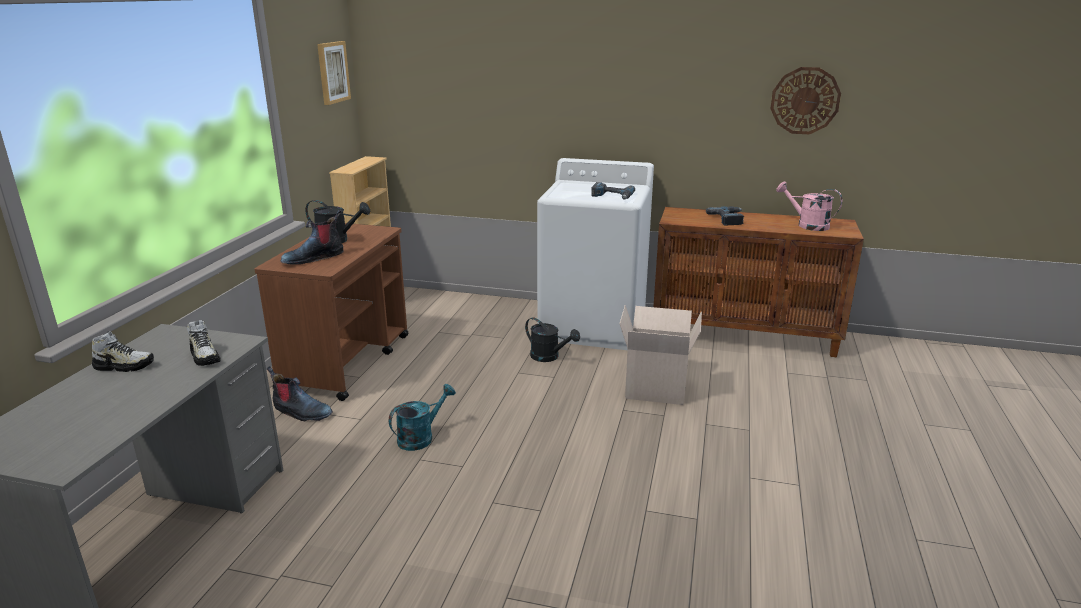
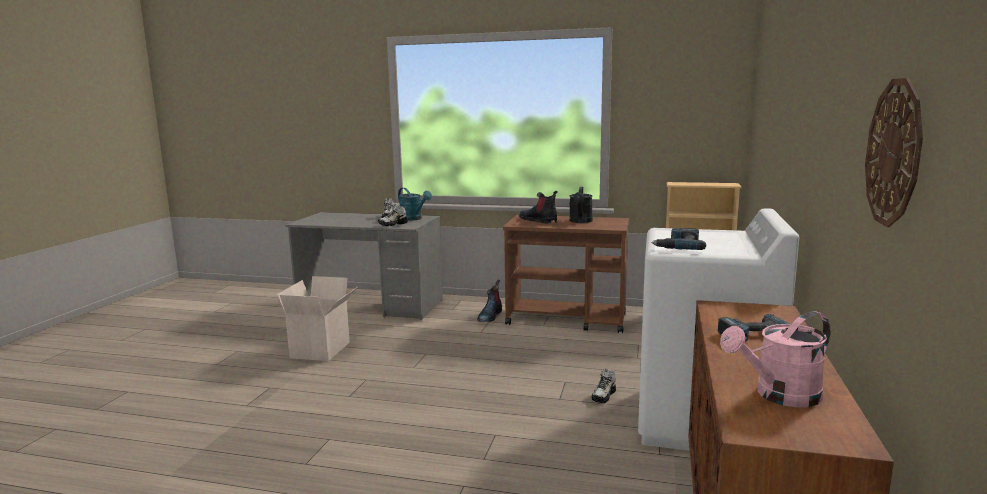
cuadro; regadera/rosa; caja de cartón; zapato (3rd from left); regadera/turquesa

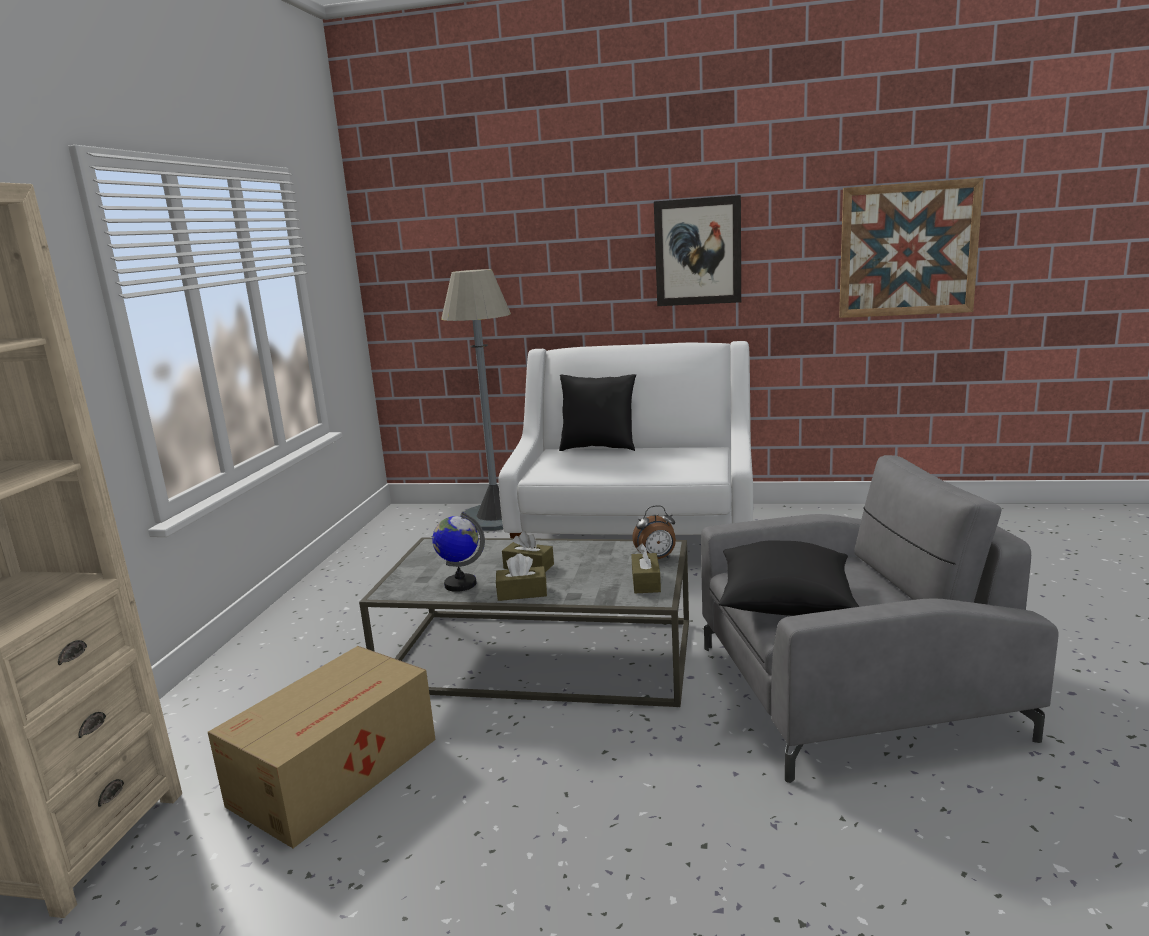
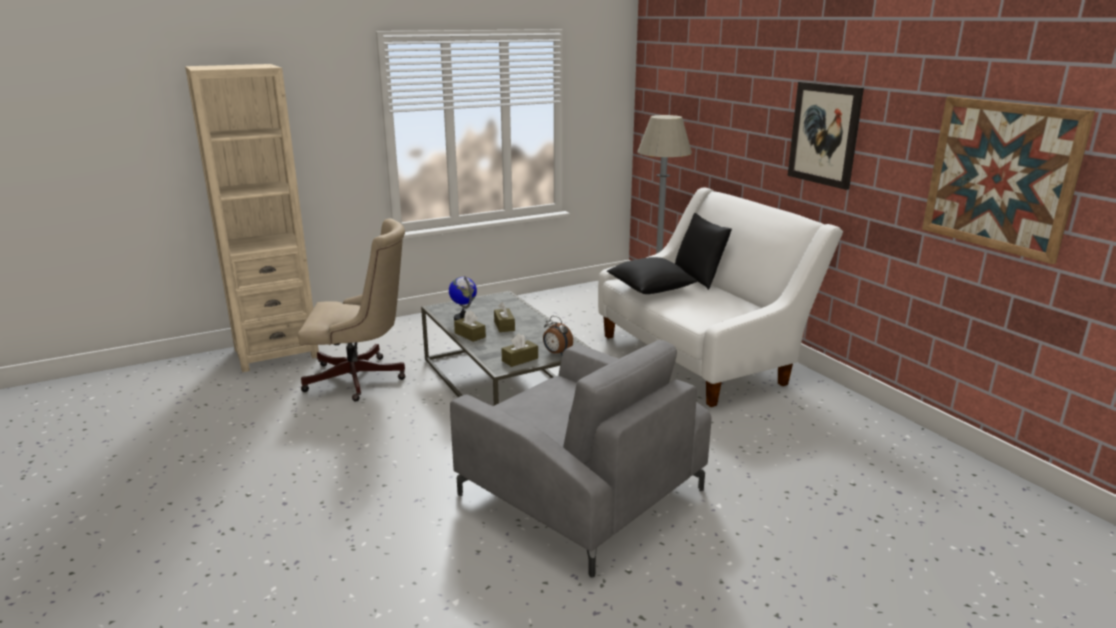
cojín/negro (1st from left); silla de oficina/beis

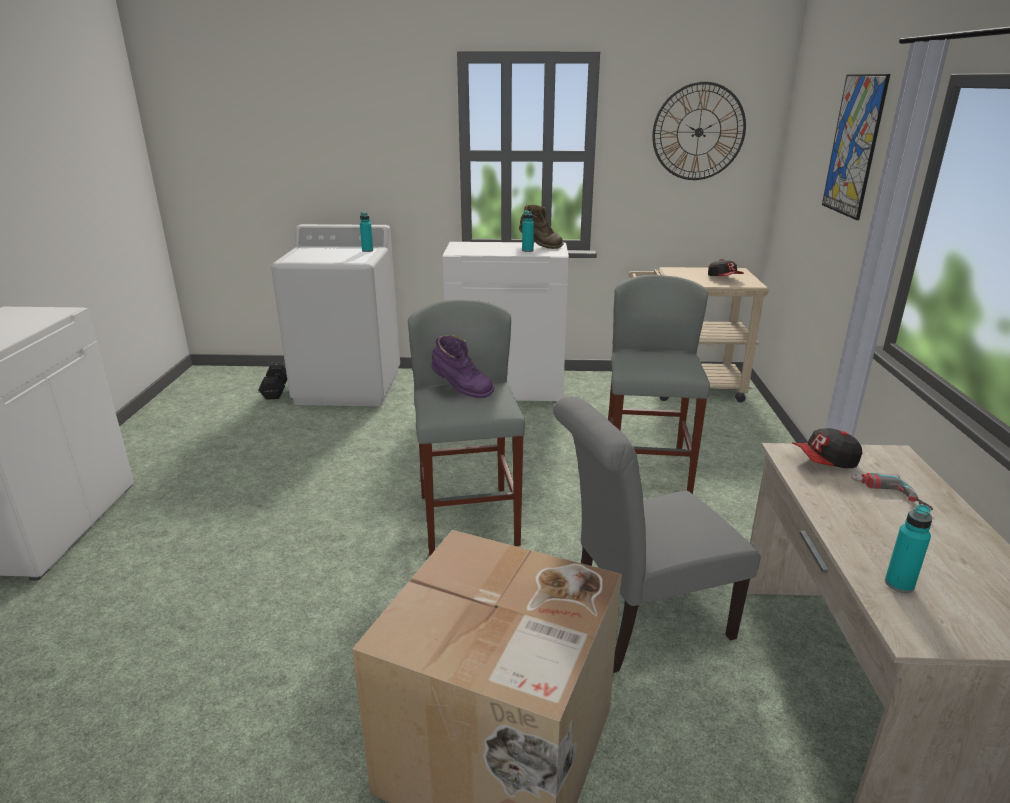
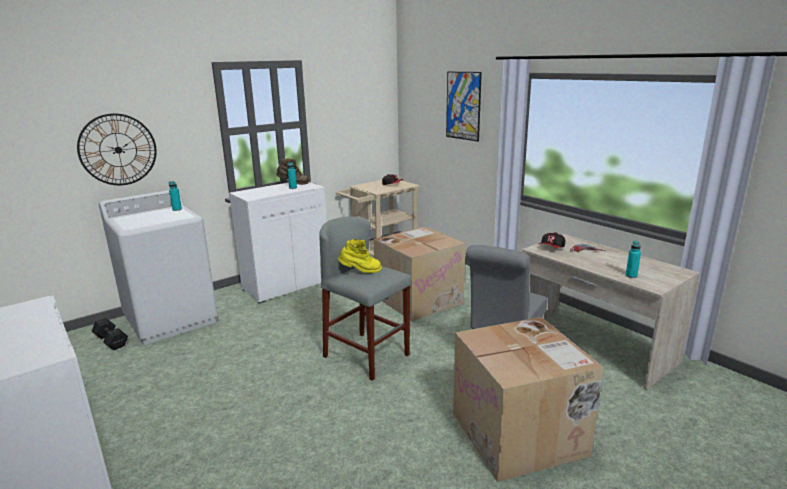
reloj de pared; caja de cartón (1st from left); bota/amarillo

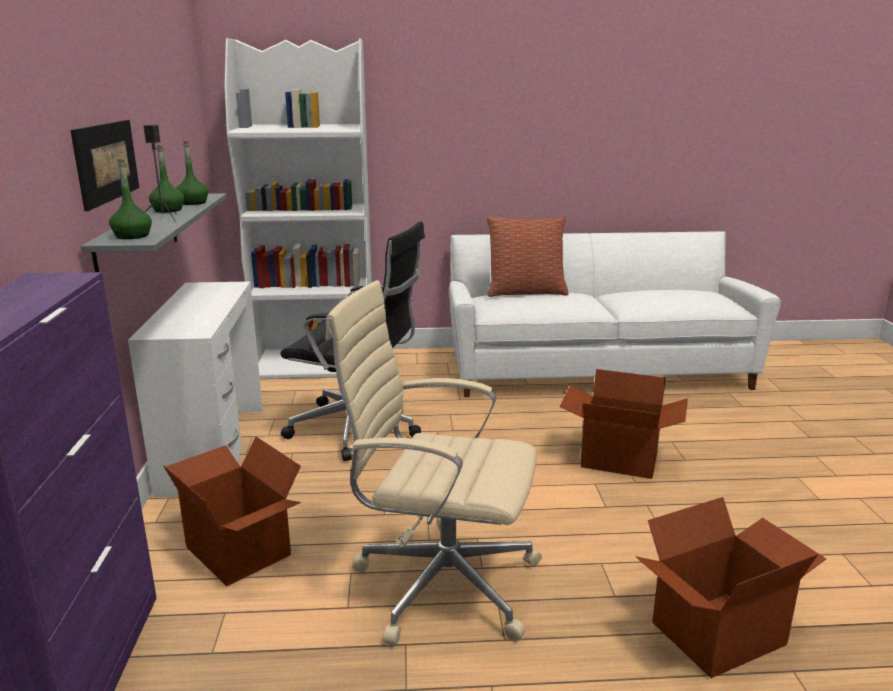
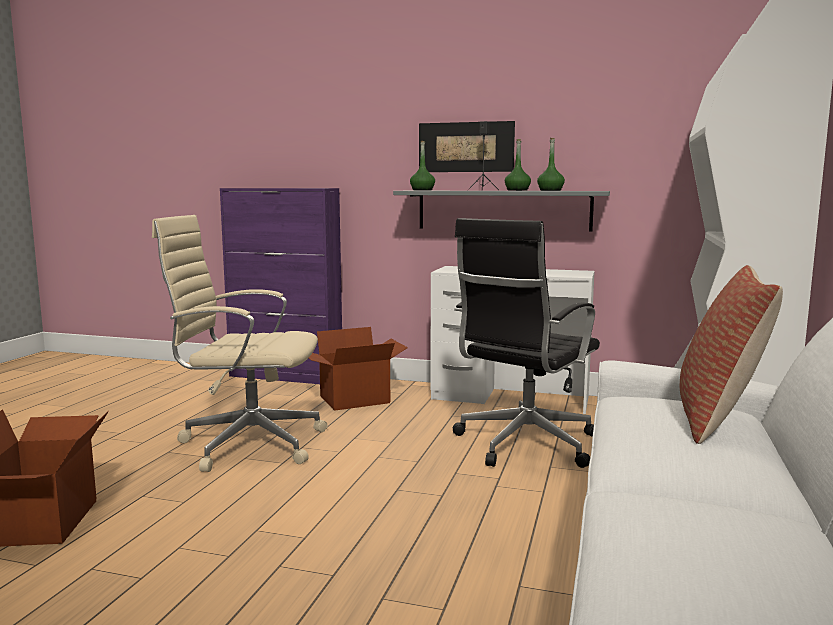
silla de oficina/beis; caja de cartón (2nd from left in the first image)

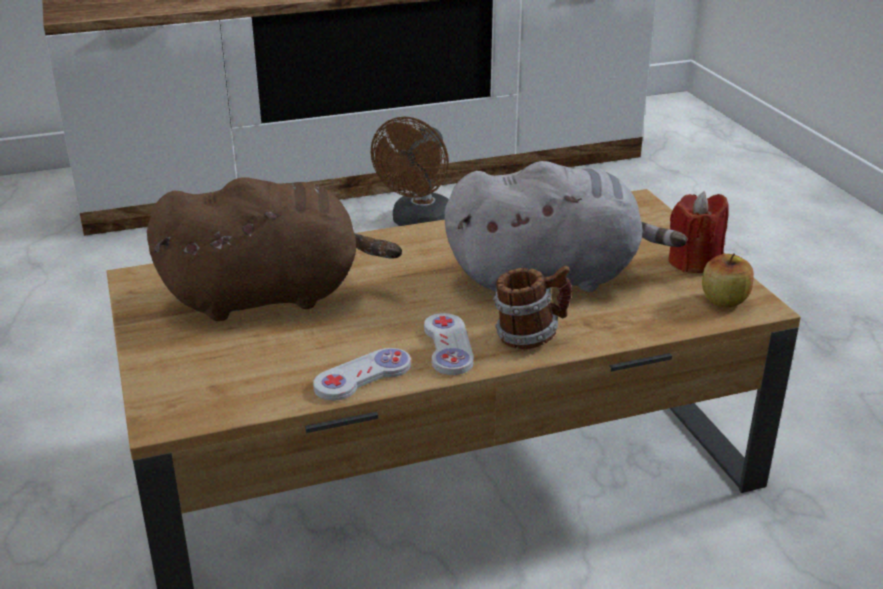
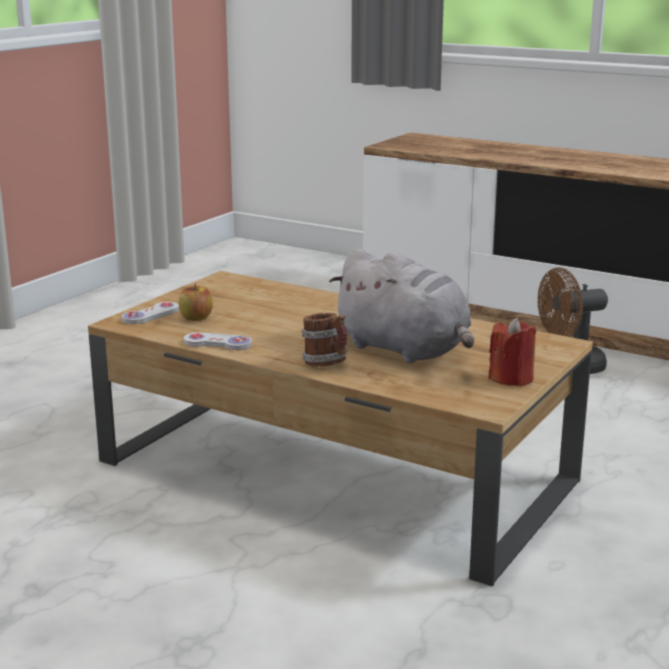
peluche/marrón; manzana; mando de consola/blanco (1st from left)

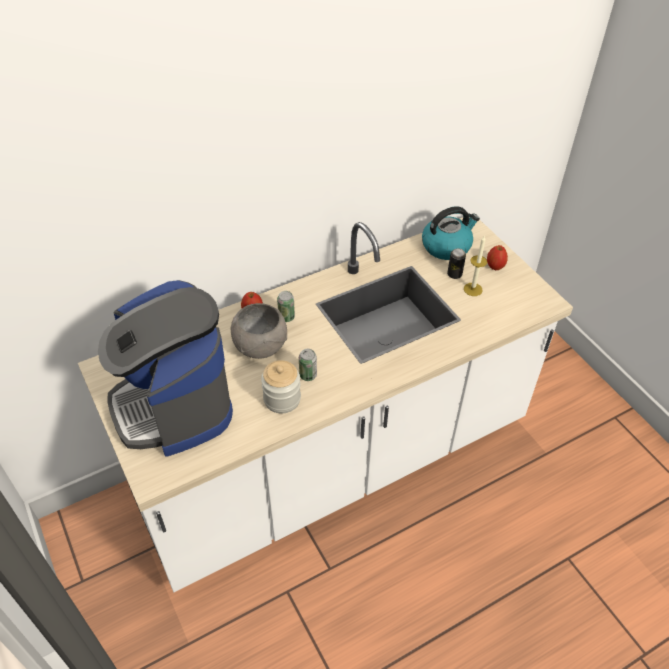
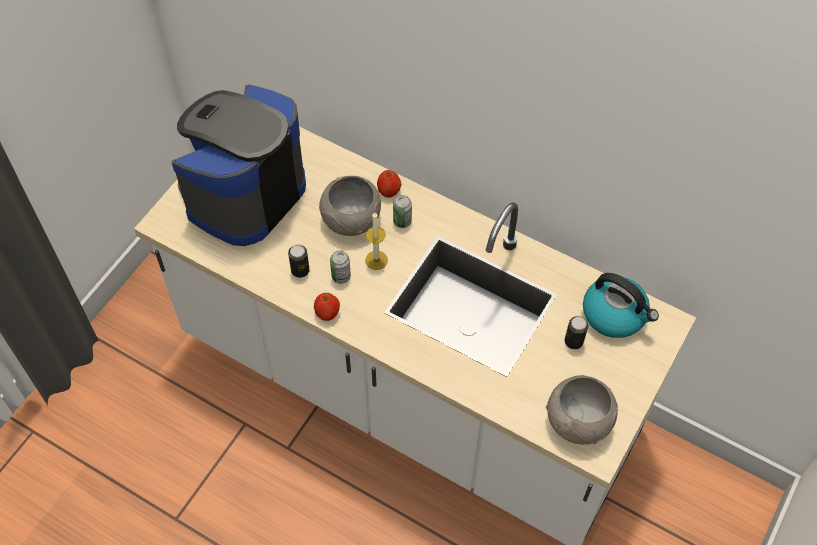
vela; manzana (1st from left); lata (1st from left); cuenco/gris (2nd from left)

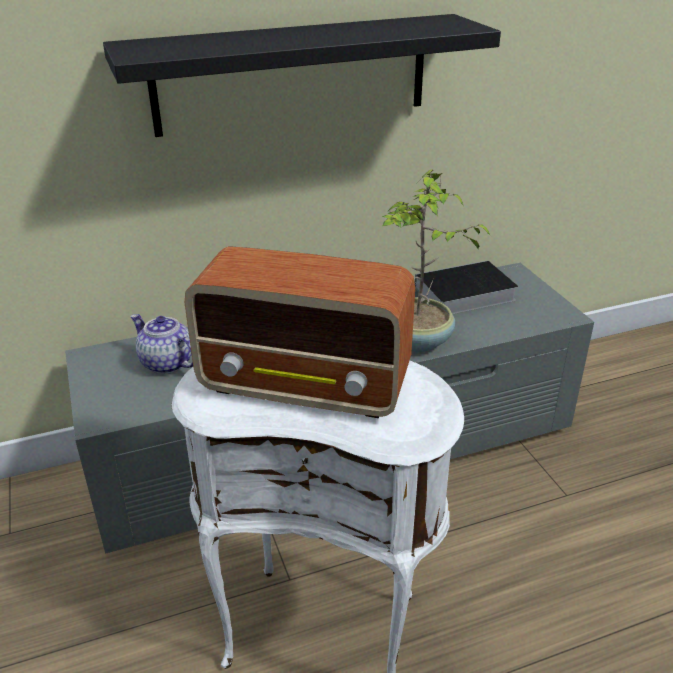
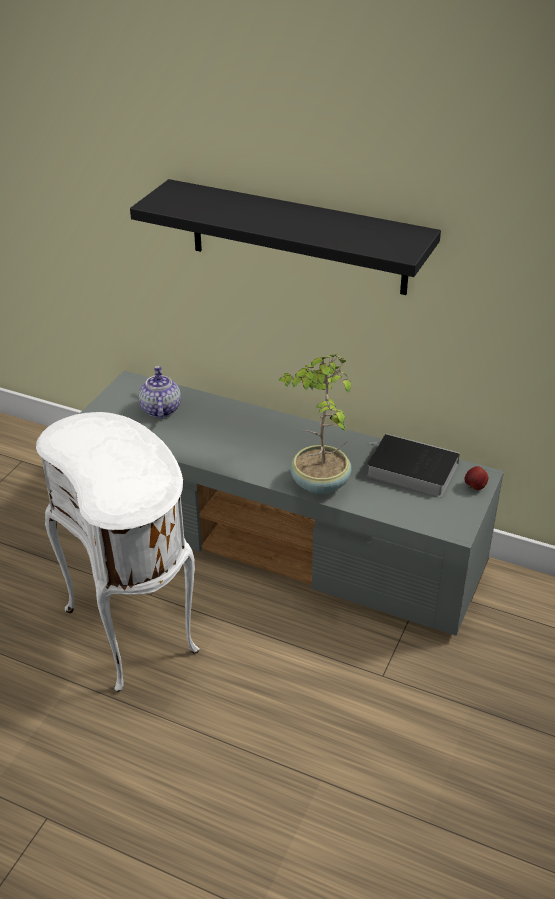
radio; manzana

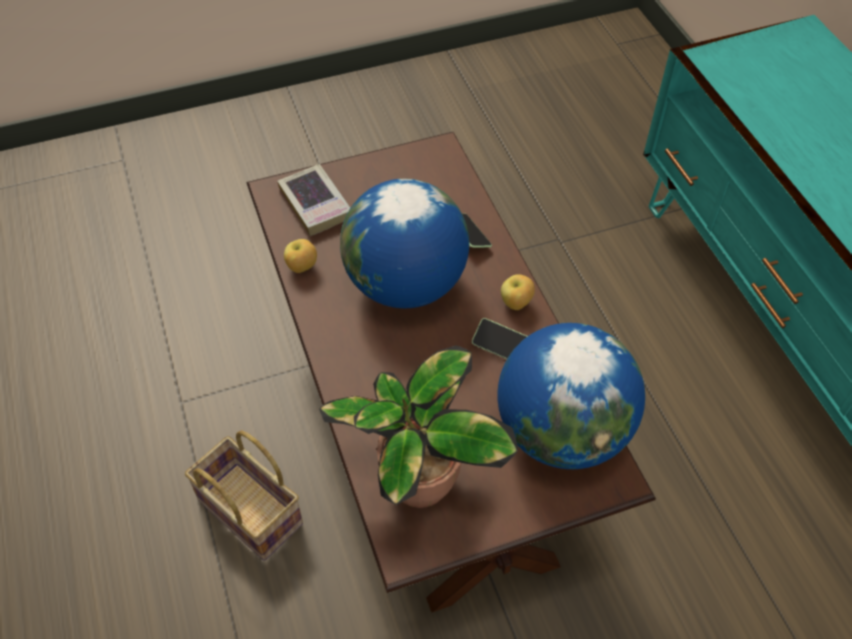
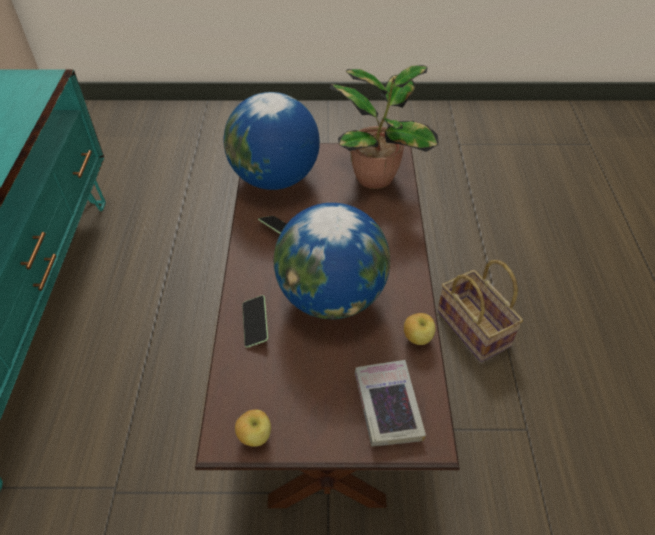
manzana (1st from left)

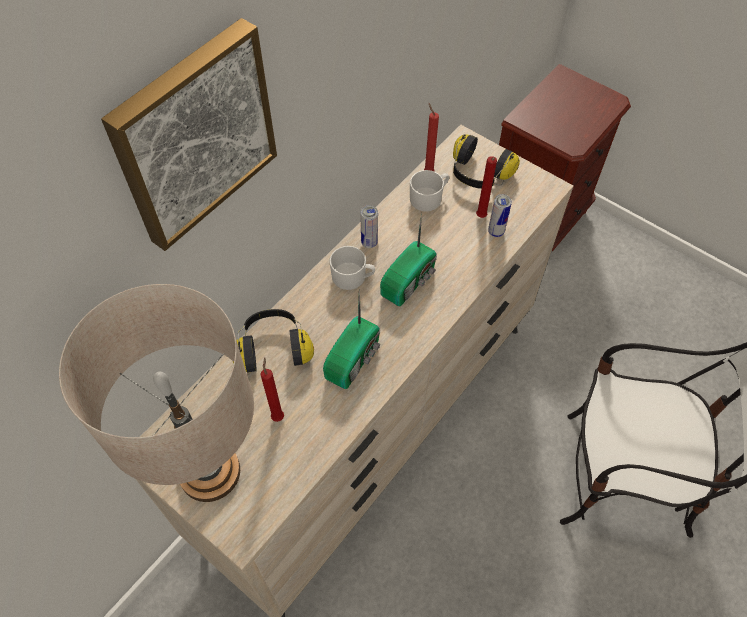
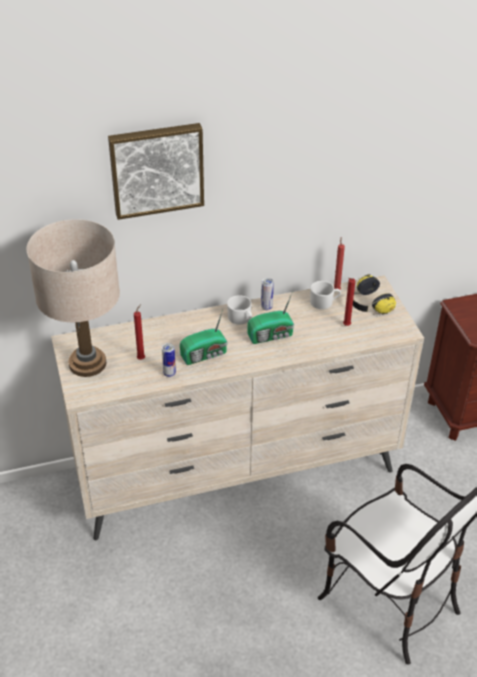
lata (1st from left); auriculares (1st from left in the first image)

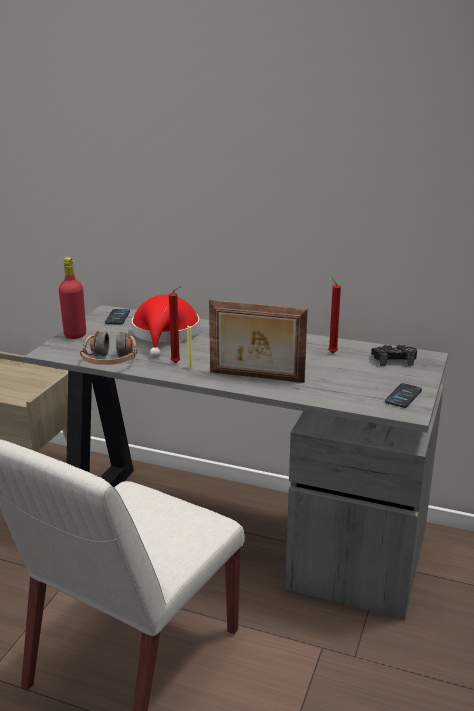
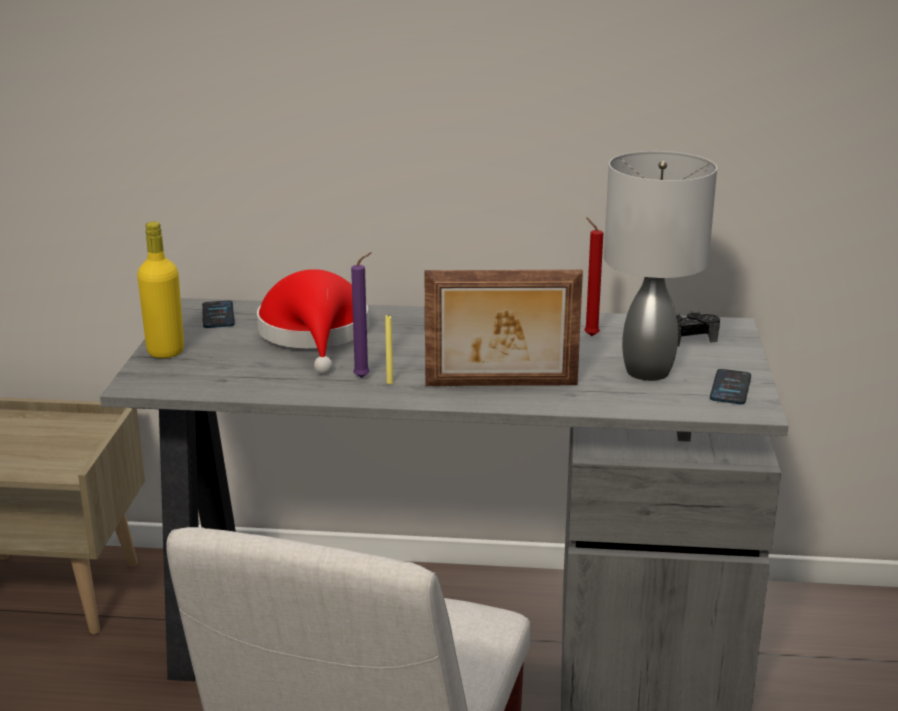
botella/amarillo; vela/morado; auriculares; lámpara de mesa/gris

